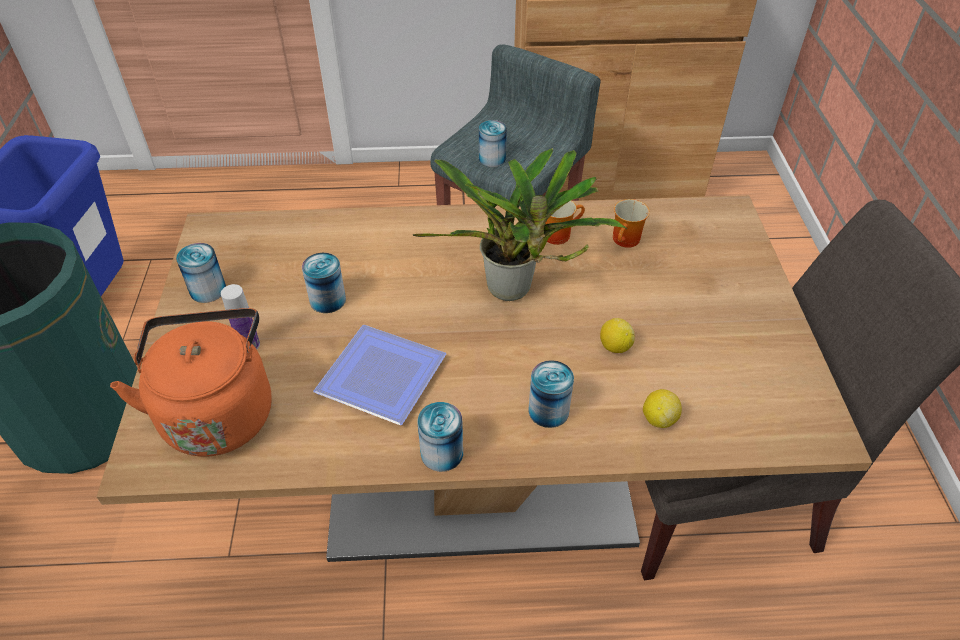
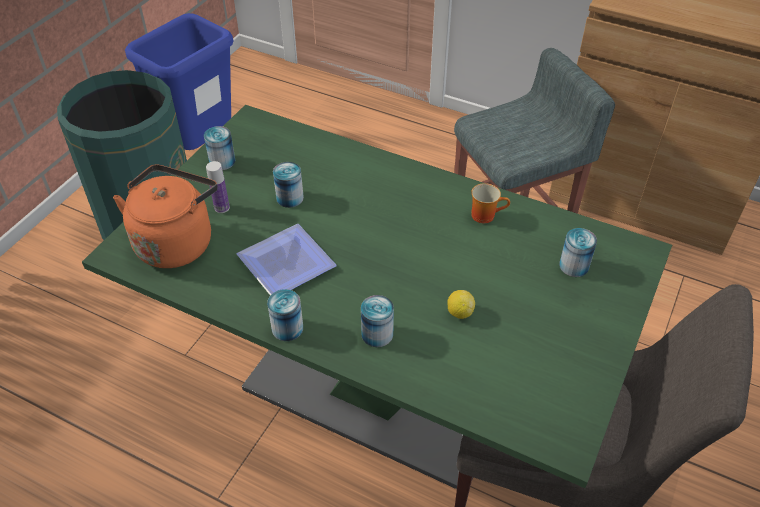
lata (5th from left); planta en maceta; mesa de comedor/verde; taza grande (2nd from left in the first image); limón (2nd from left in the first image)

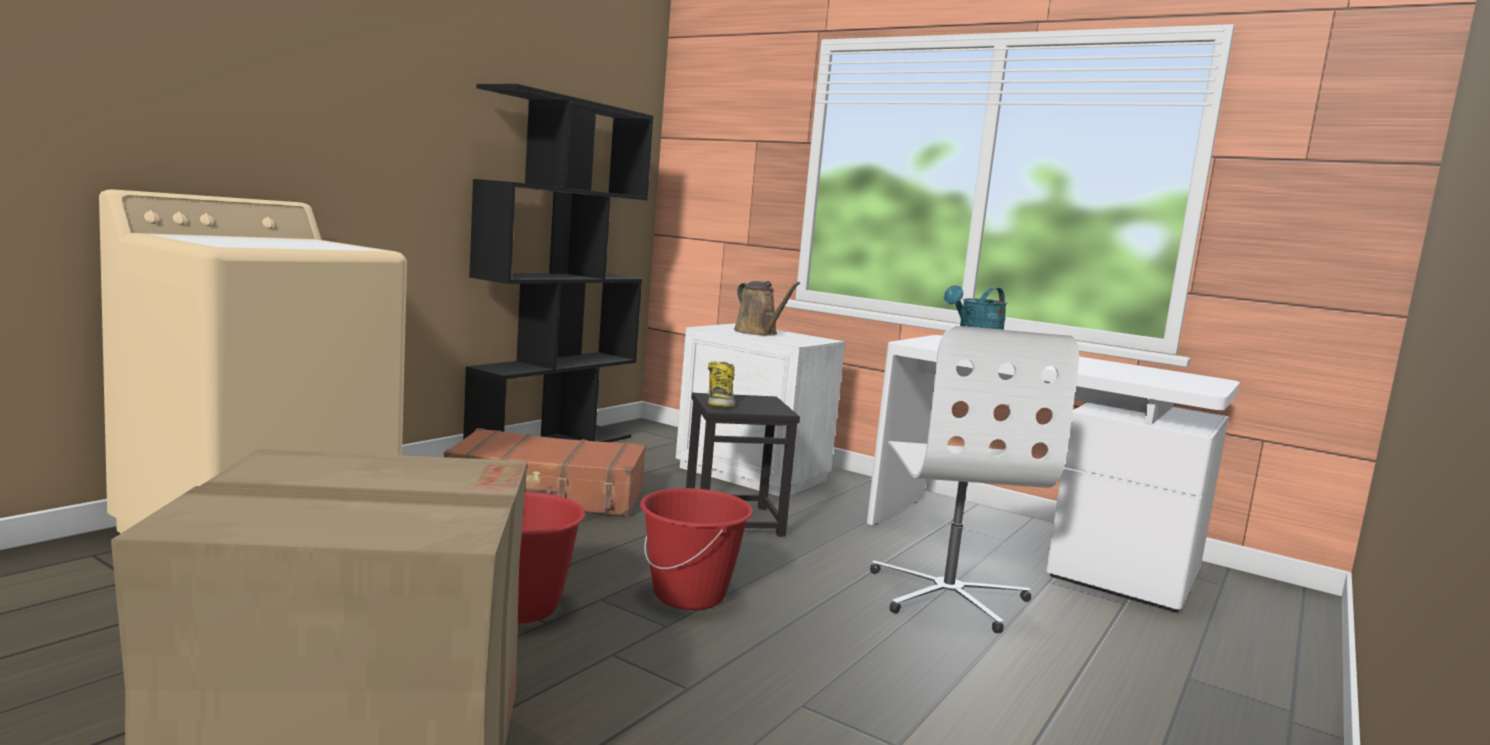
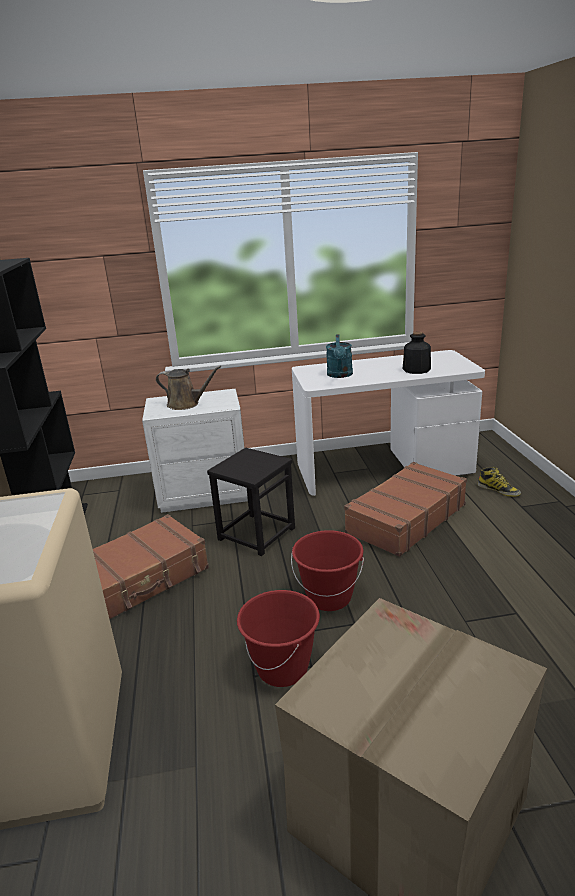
maleta/marrón (2nd from left); bota; botella

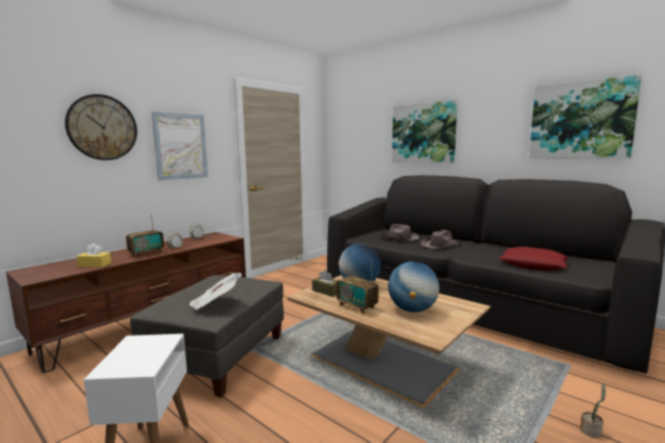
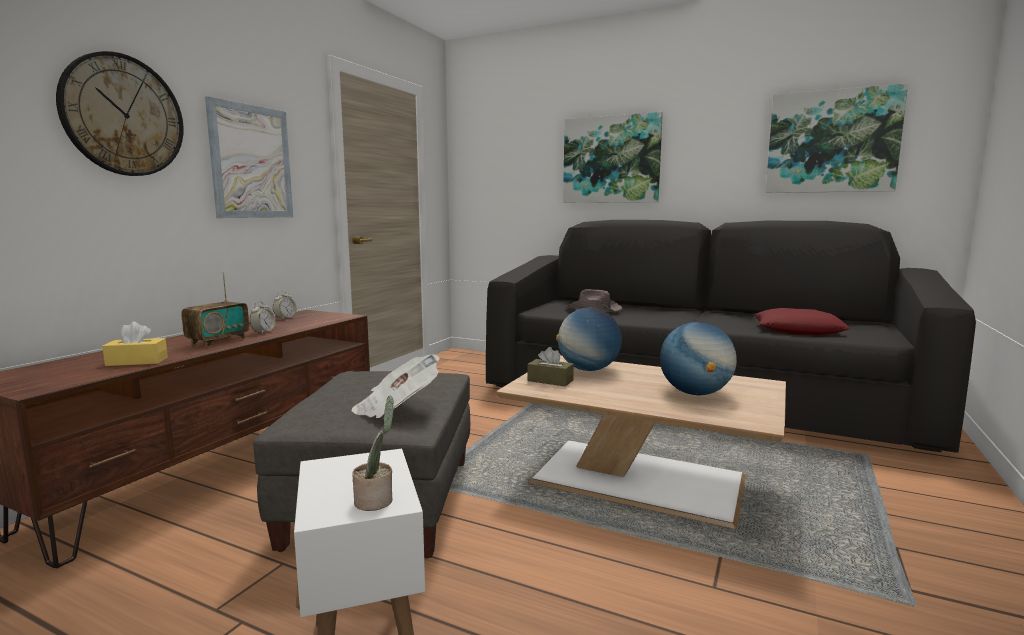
sombrero/marrón (2nd from left in the first image); radio (2nd from left in the first image); planta en maceta

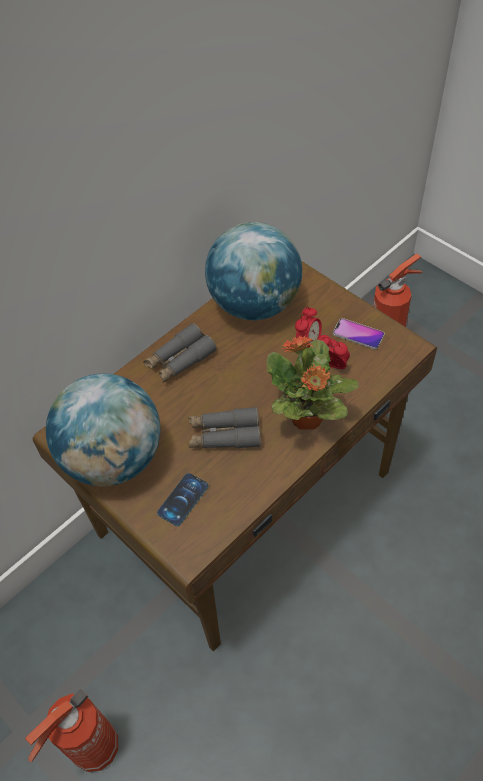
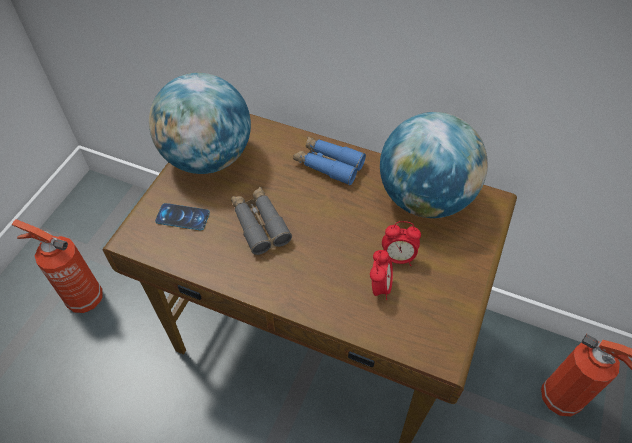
móvil (2nd from left in the first image); prismáticos/azul; planta en maceta

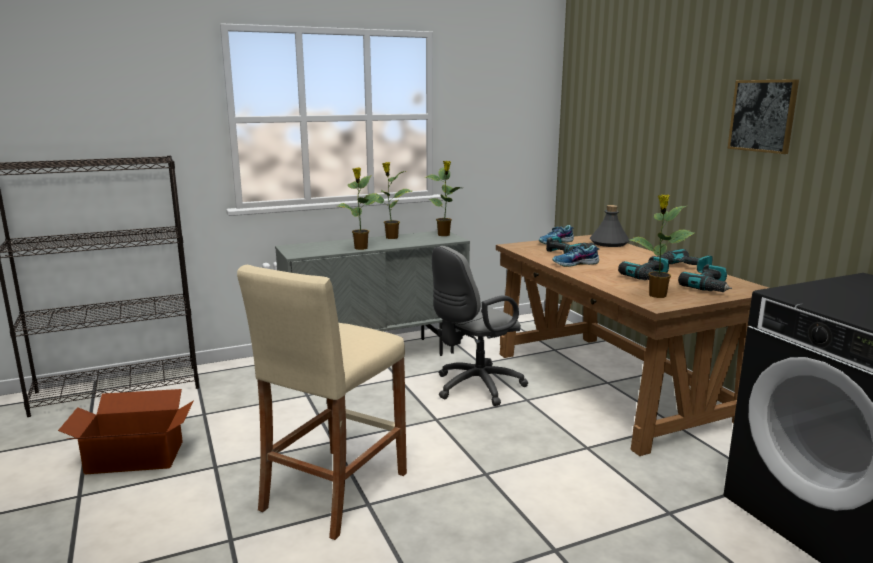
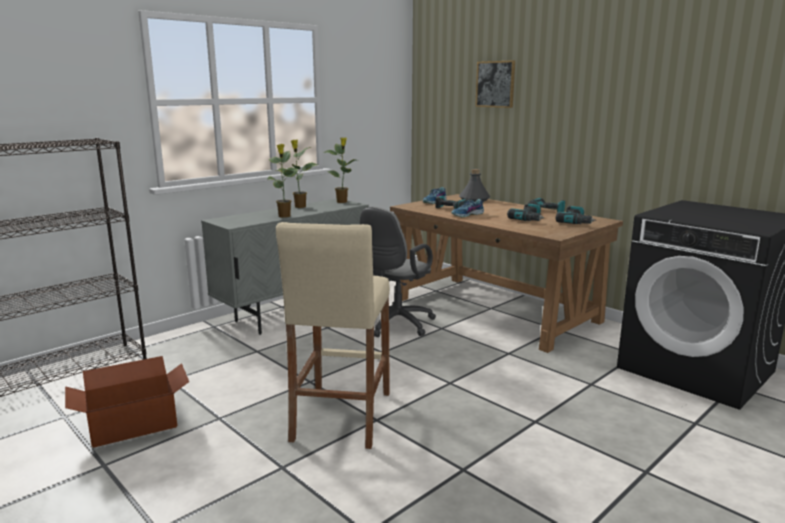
cuadro; planta en maceta (4th from left in the first image)

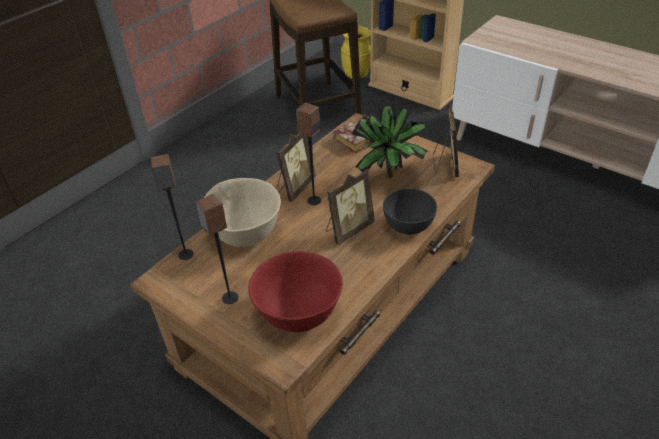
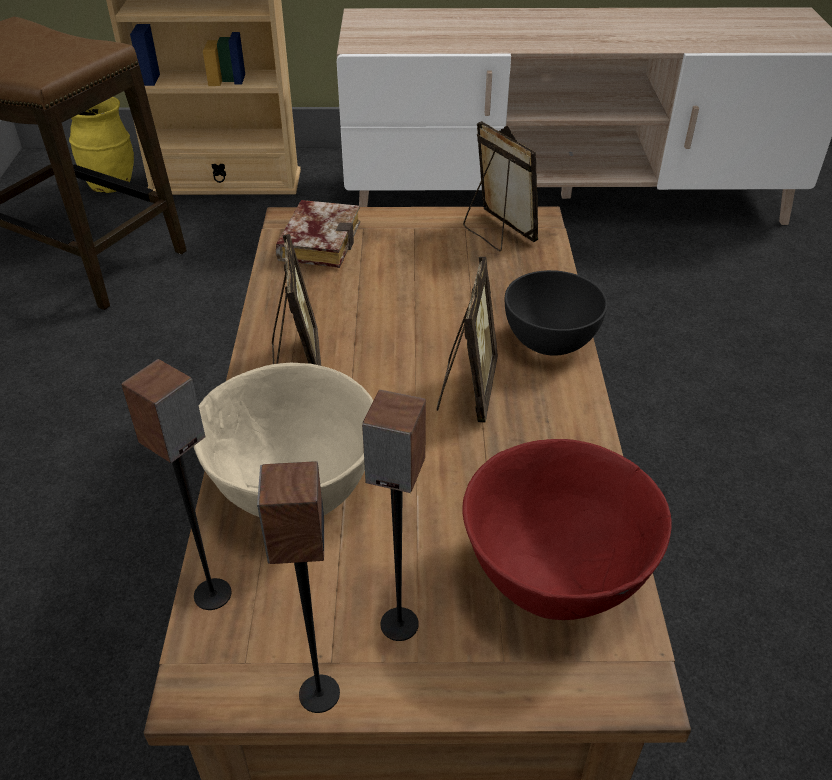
altavoz (2nd from left); planta en maceta

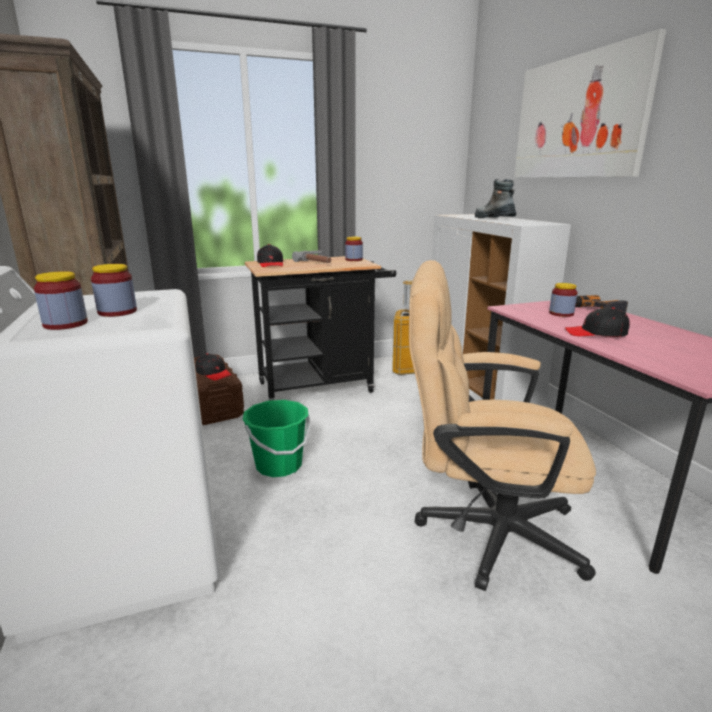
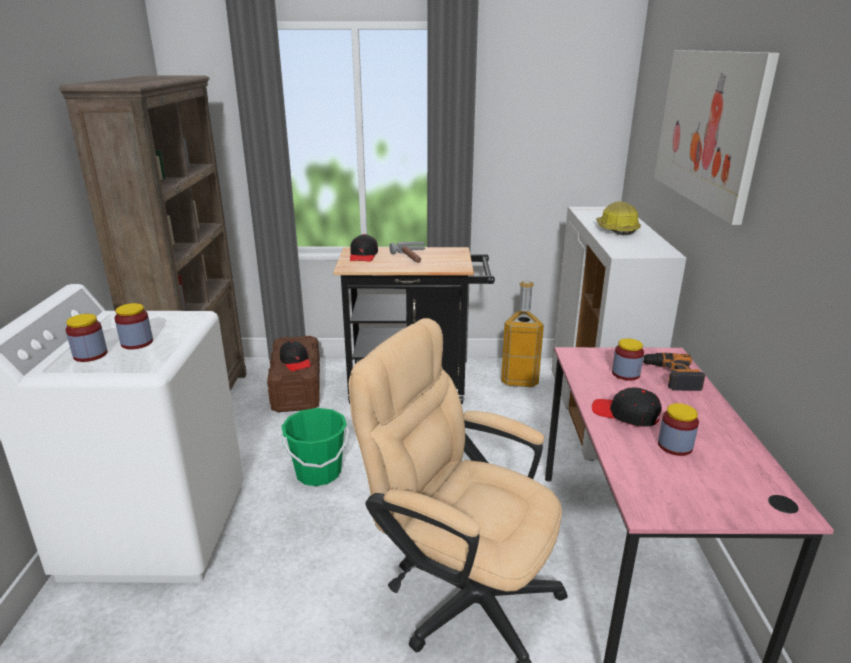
casco; tarro (4th from left)

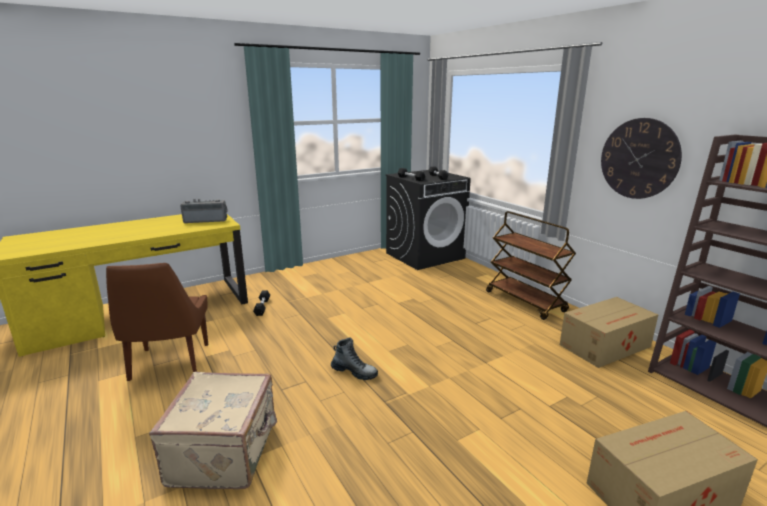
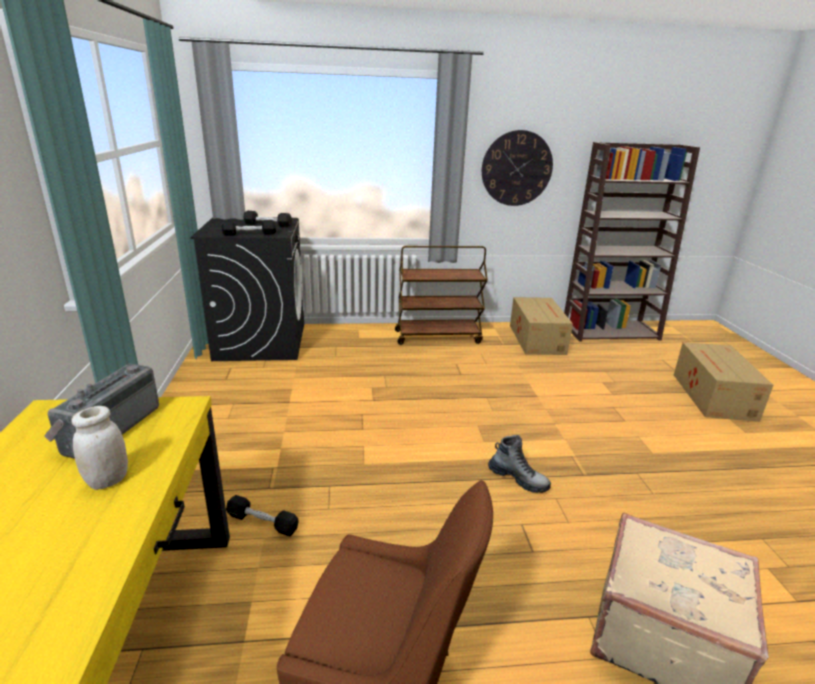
bota; tarro/blanco

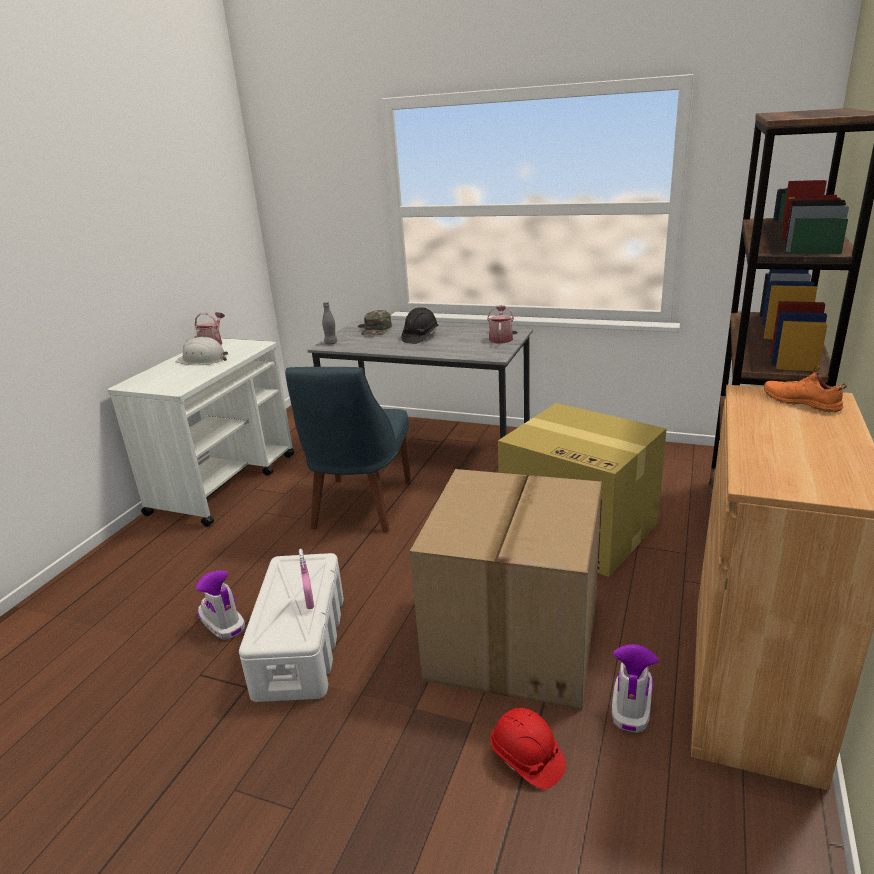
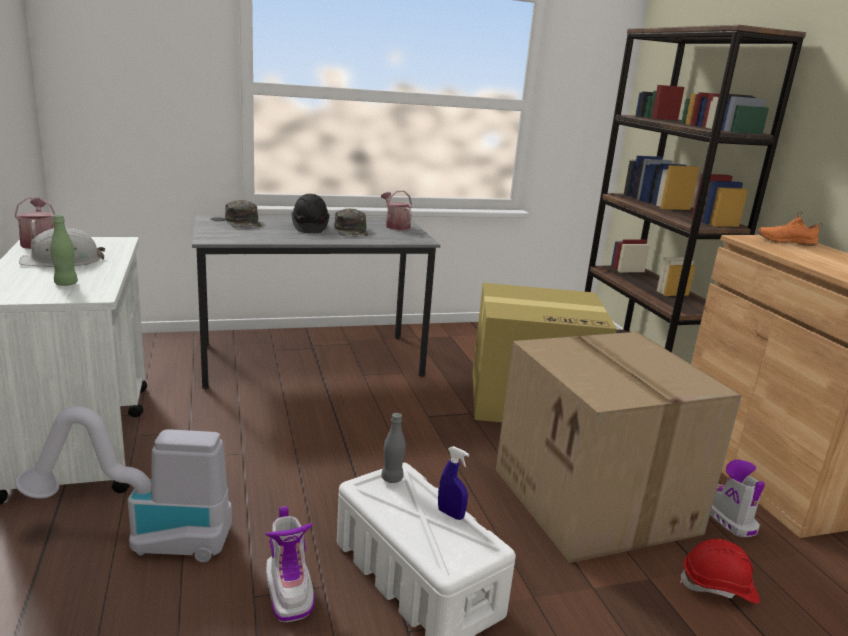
botella/gris; silla/azul; pulverizador/azul; bota (1st from left); gorra/verde (2nd from left); botella/verde; aspiradora

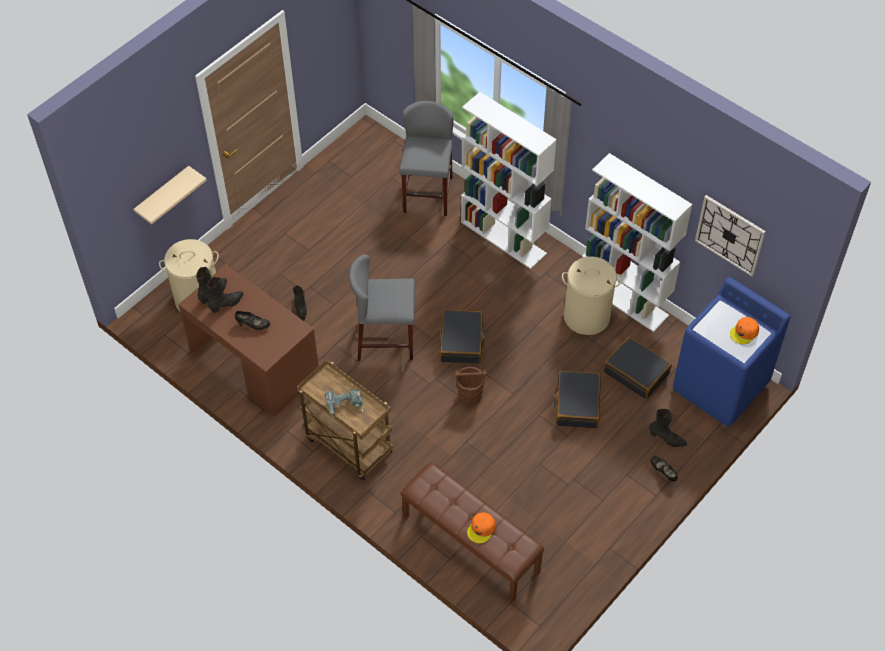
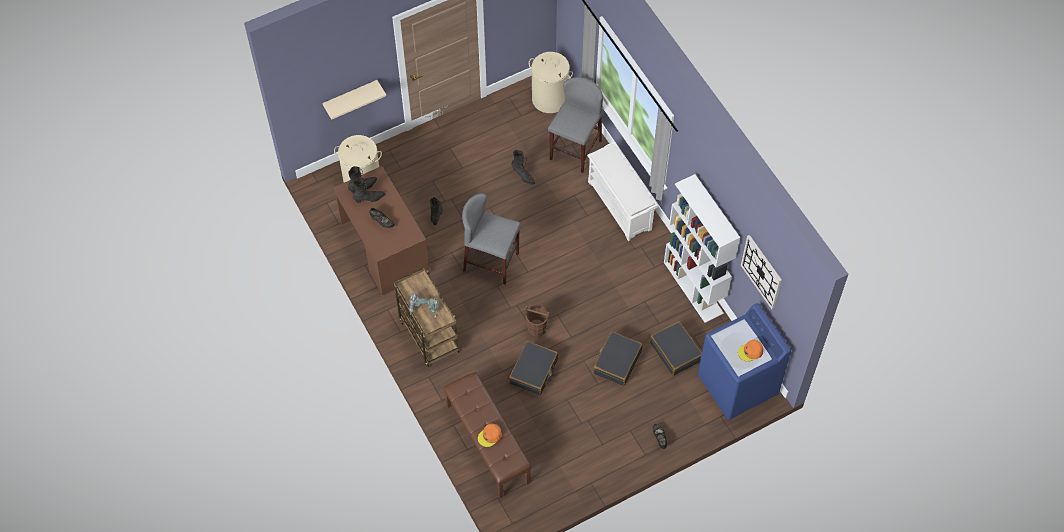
zapatero/blanco; cesto de la ropa/beis (2nd from left); maleta/negro (1st from left); bota/negro (4th from left)

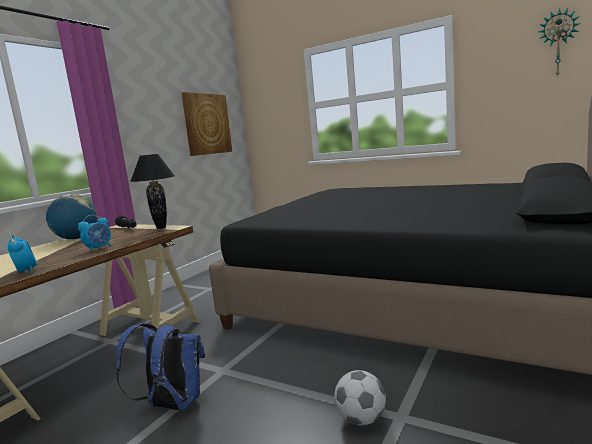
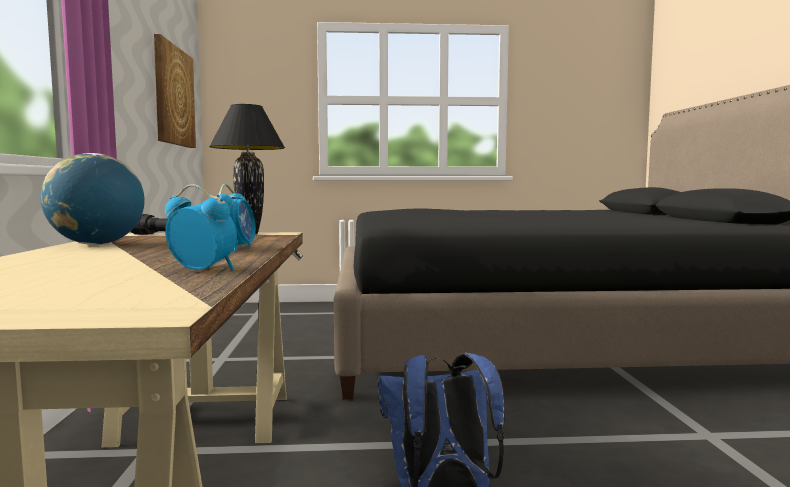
reloj de pared; balón de fútbol

